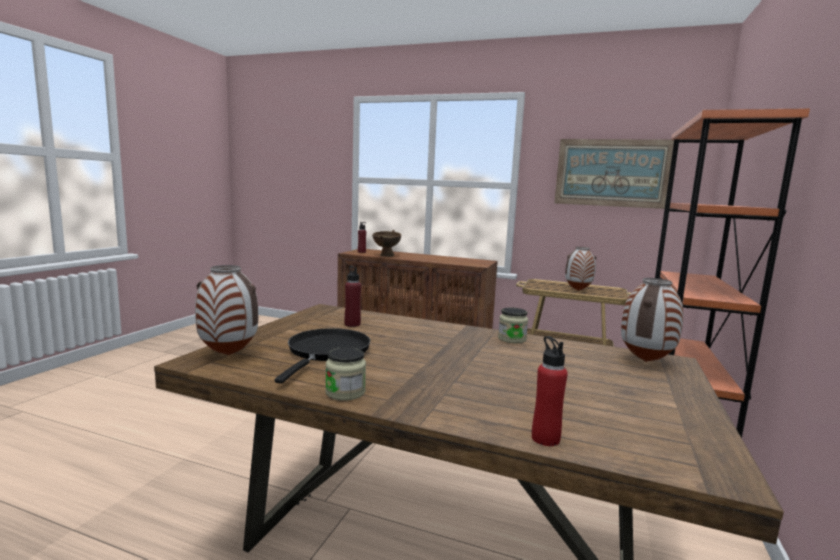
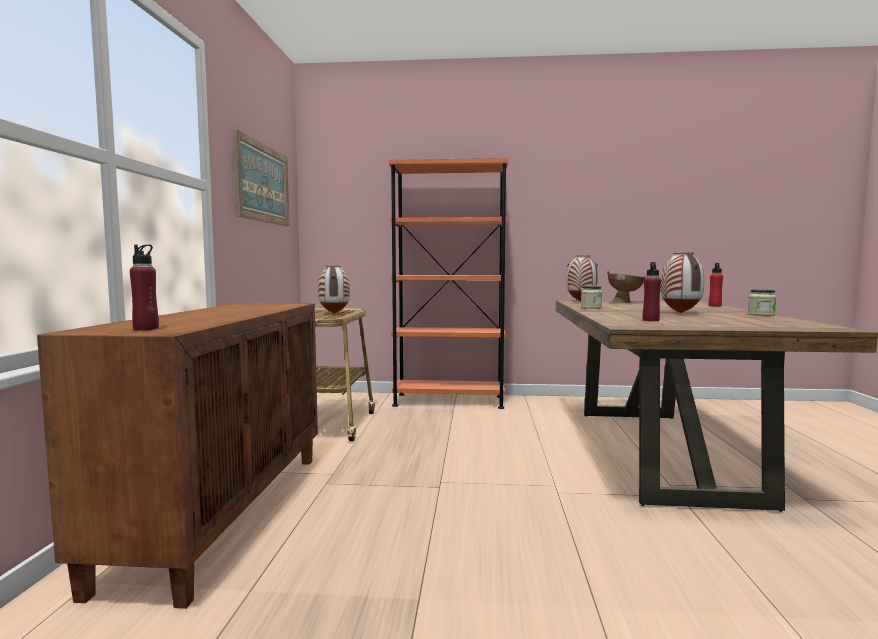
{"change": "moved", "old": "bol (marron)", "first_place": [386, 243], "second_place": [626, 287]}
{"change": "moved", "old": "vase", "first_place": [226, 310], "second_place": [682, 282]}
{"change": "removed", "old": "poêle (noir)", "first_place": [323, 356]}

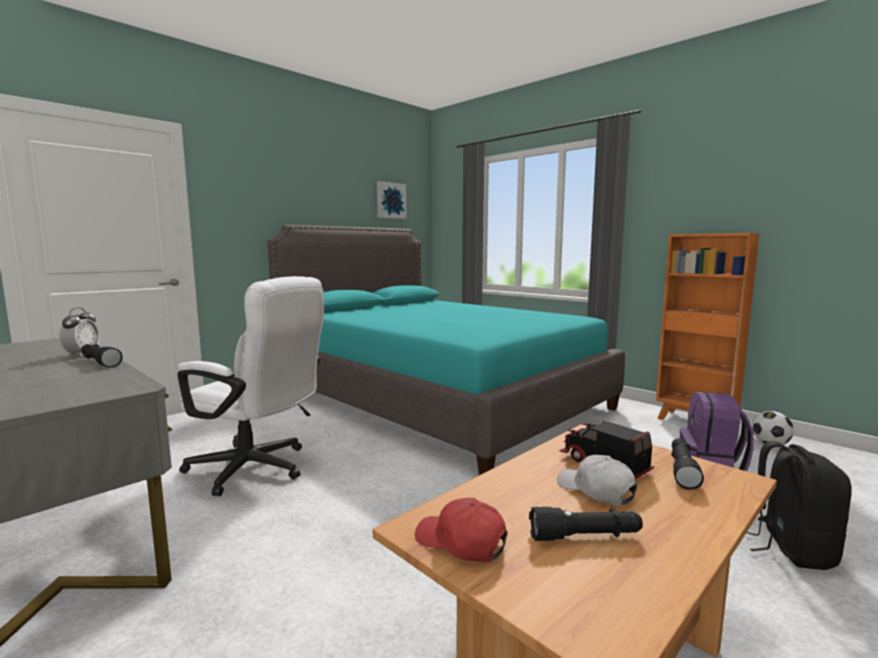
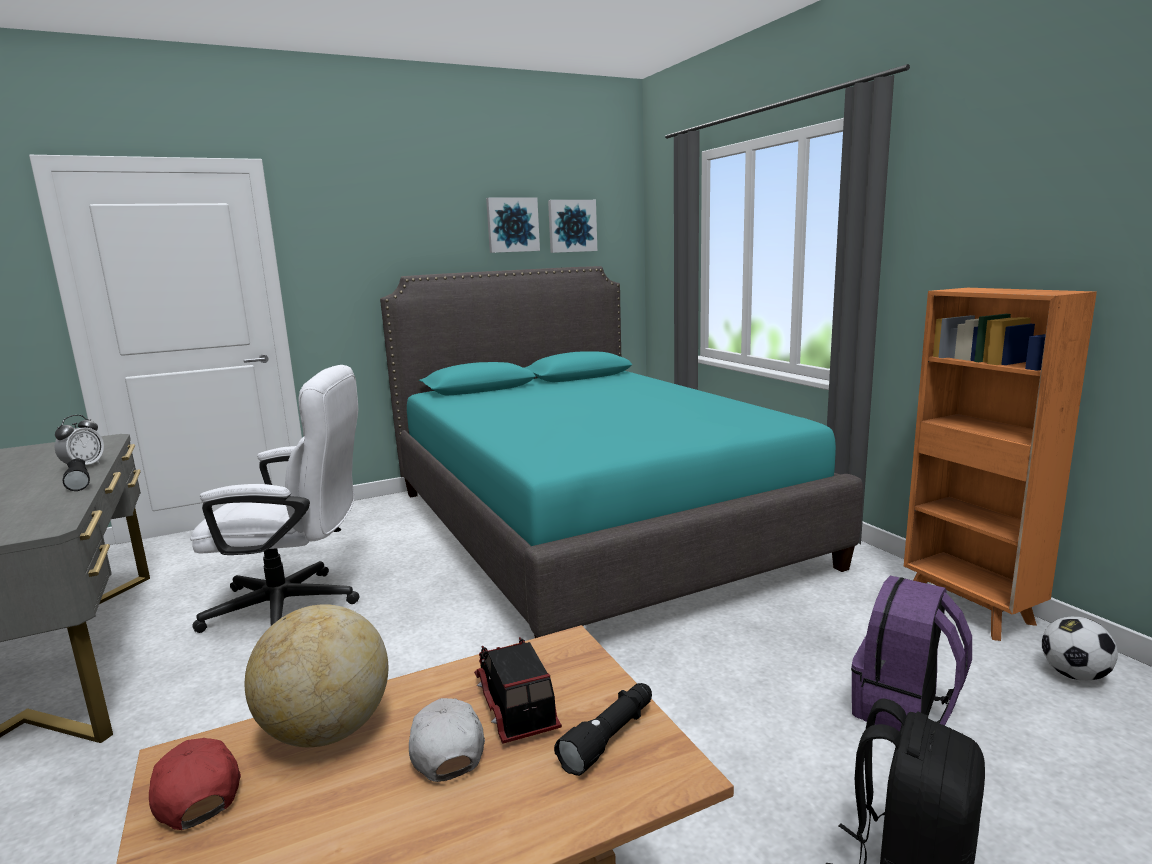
{"change": "turned", "old": "chaise de bureau (blanc)", "first_place": [250, 386], "second_place": [275, 499], "degrees": -45}
{"change": "removed", "old": "lampe de poche (noir)", "first_place": [586, 524]}
{"change": "added", "new": "tableau", "second_place": [513, 225]}
{"change": "added", "new": "globe", "second_place": [316, 675]}

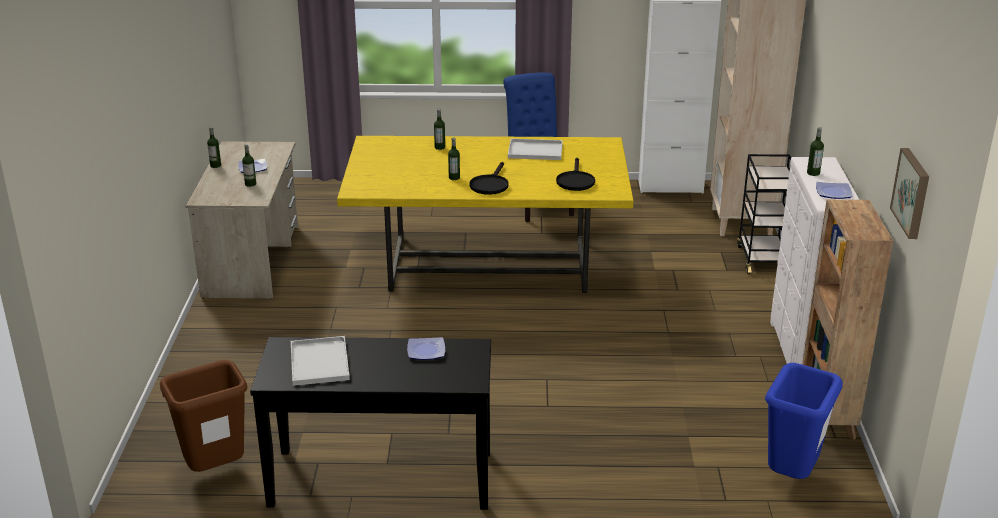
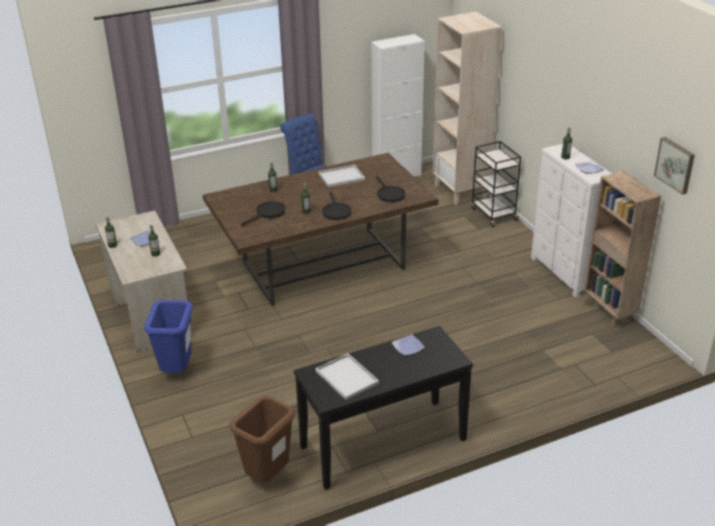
{"change": "recoloured", "old": "table à manger (jaune)", "new": "table à manger (marron)", "first_place": [485, 214], "second_place": [320, 229]}
{"change": "moved", "old": "poubelle (bleu)", "first_place": [804, 421], "second_place": [168, 336]}
{"change": "added", "new": "poêle (noir)", "second_place": [263, 213]}

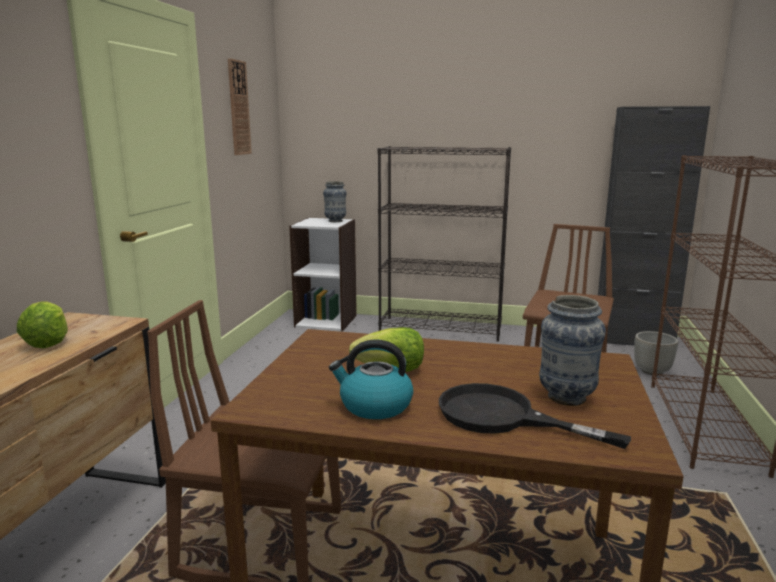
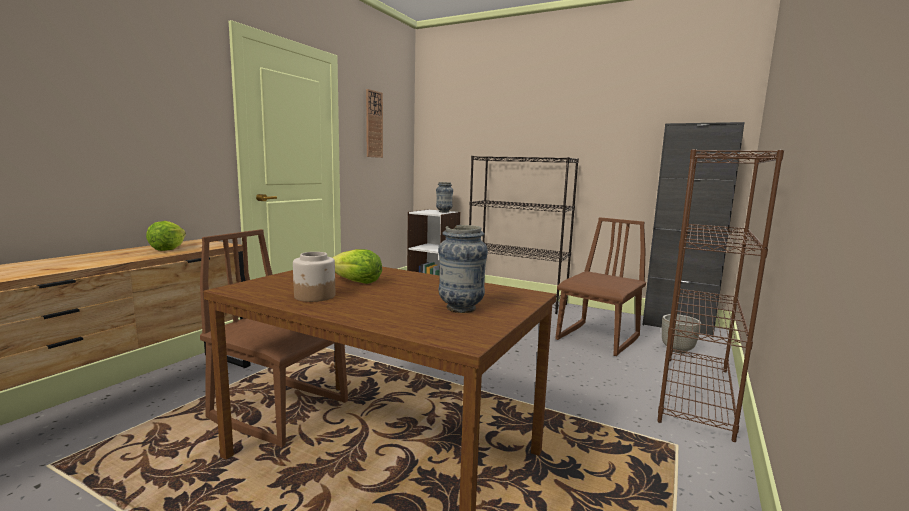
{"change": "replaced", "old": "bouilloire", "new": "bocal", "first_place": [371, 379], "second_place": [314, 277]}
{"change": "removed", "old": "poêle (noir)", "first_place": [535, 416]}

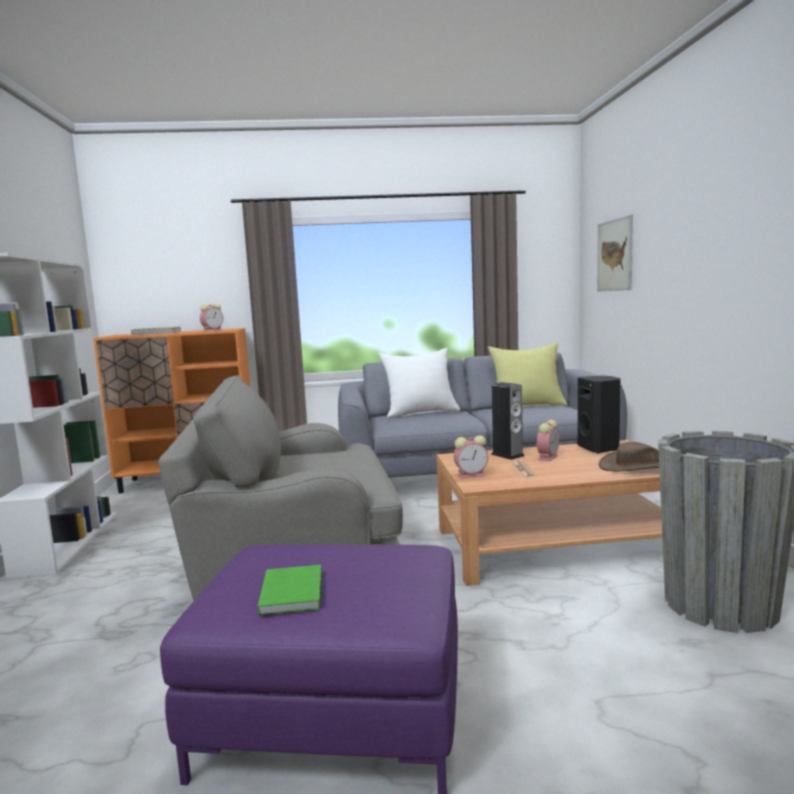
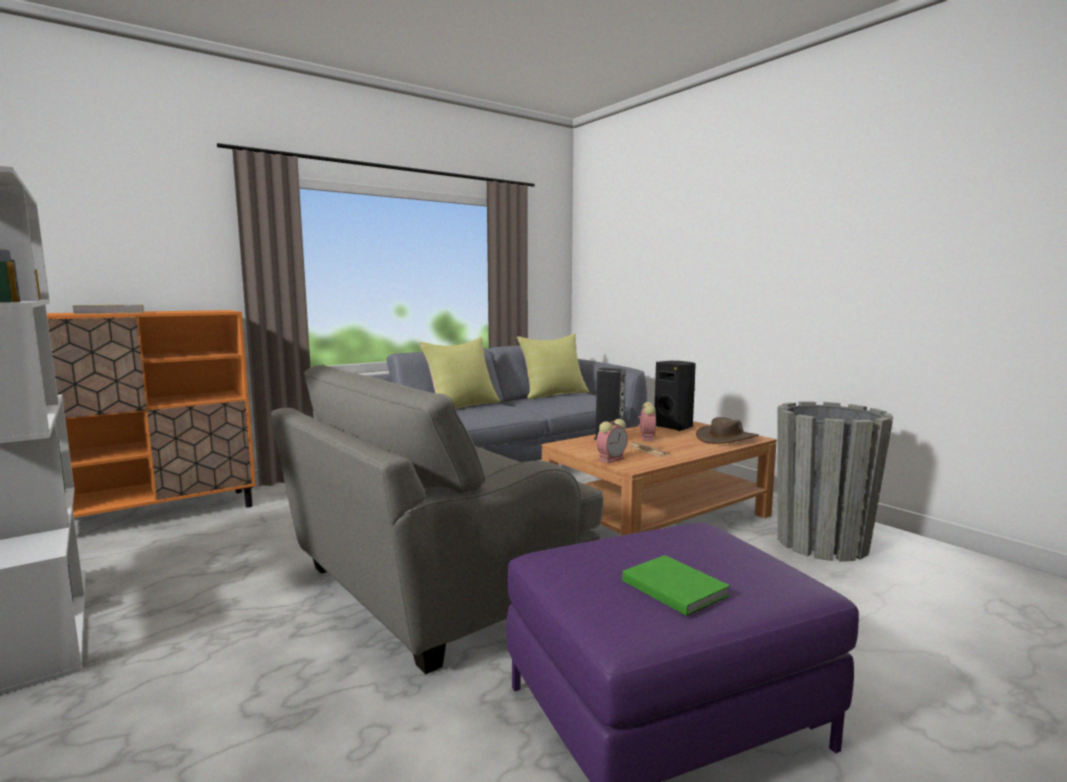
{"change": "removed", "old": "tableau", "first_place": [615, 253]}
{"change": "removed", "old": "réveil", "first_place": [211, 317]}
{"change": "recoloured", "old": "coussin (blanc)", "new": "coussin (jaune)", "first_place": [419, 383], "second_place": [459, 373]}

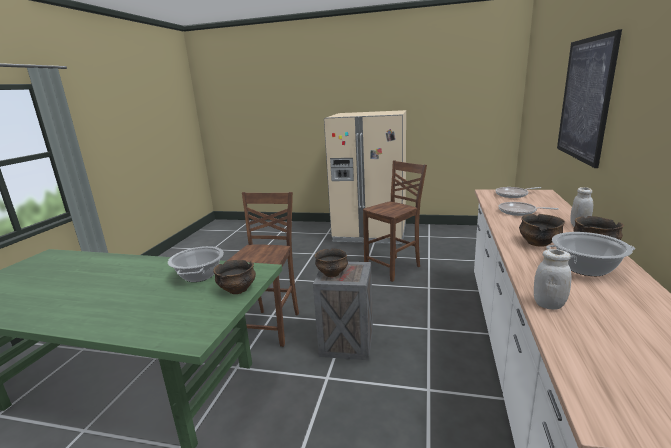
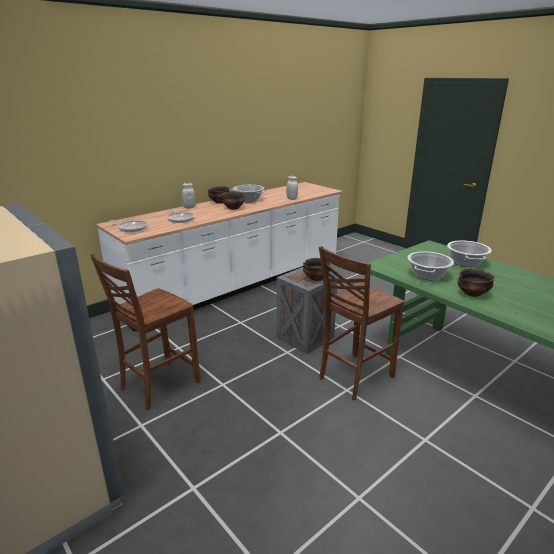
{"change": "removed", "old": "tableau", "first_place": [589, 98]}
{"change": "turned", "old": "chaise (marron)", "first_place": [395, 221], "second_place": [145, 332], "degrees": -45}
{"change": "moved", "old": "bol", "first_place": [234, 277], "second_place": [476, 283]}
{"change": "added", "new": "marmite", "second_place": [469, 253]}

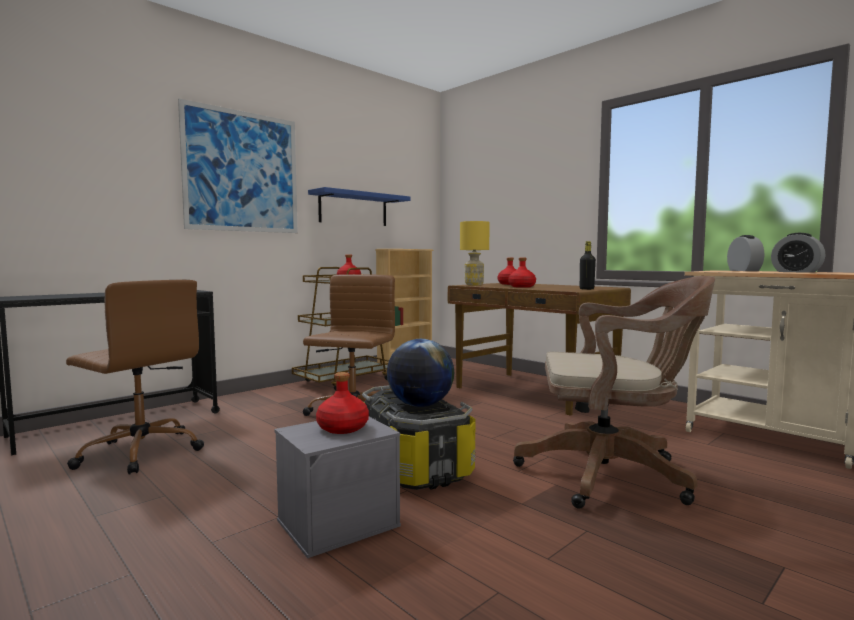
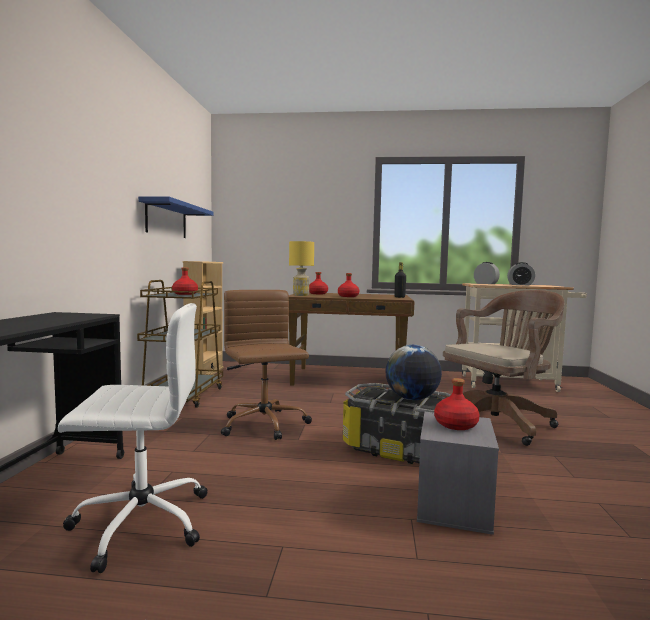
{"change": "removed", "old": "tableau", "first_place": [238, 166]}
{"change": "recoloured", "old": "chaise de bureau (marron)", "new": "chaise de bureau (blanc)", "first_place": [135, 377], "second_place": [132, 438]}

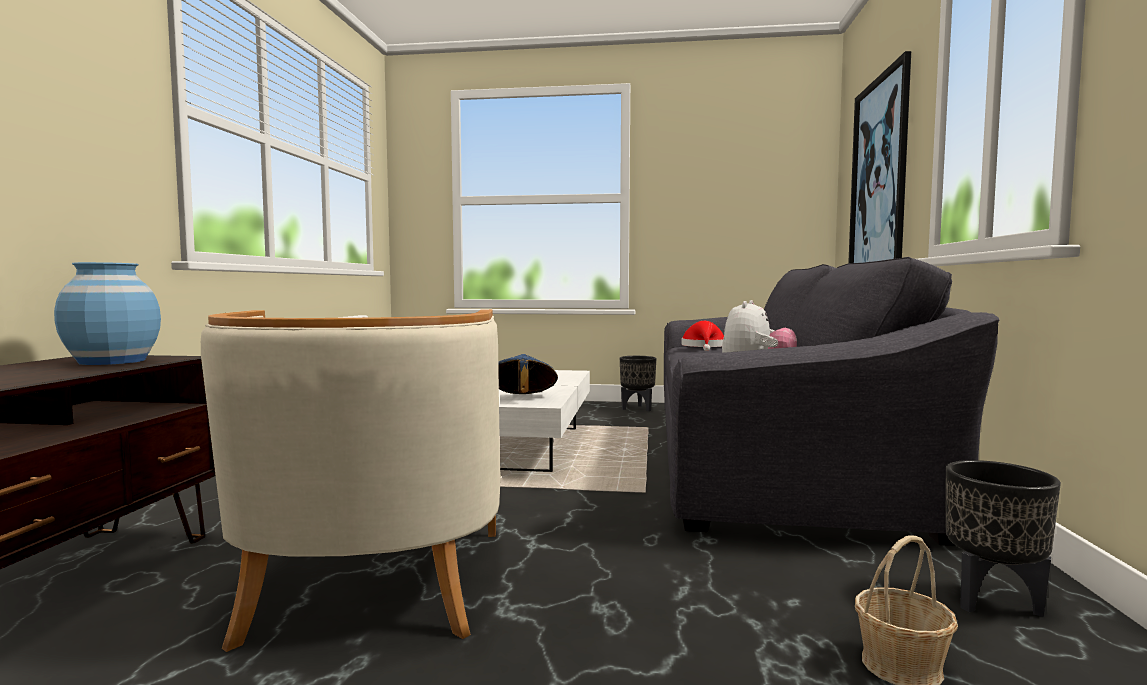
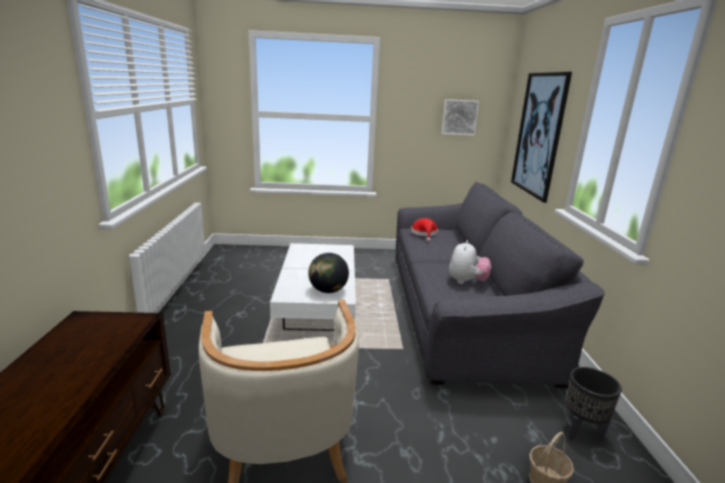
{"change": "removed", "old": "vase (bleu)", "first_place": [107, 313]}
{"change": "replaced", "old": "chapeau (bleu)", "new": "globe", "first_place": [528, 374], "second_place": [328, 273]}
{"change": "removed", "old": "cache-pot (noir)", "first_place": [638, 383]}
{"change": "added", "new": "tableau", "second_place": [460, 117]}

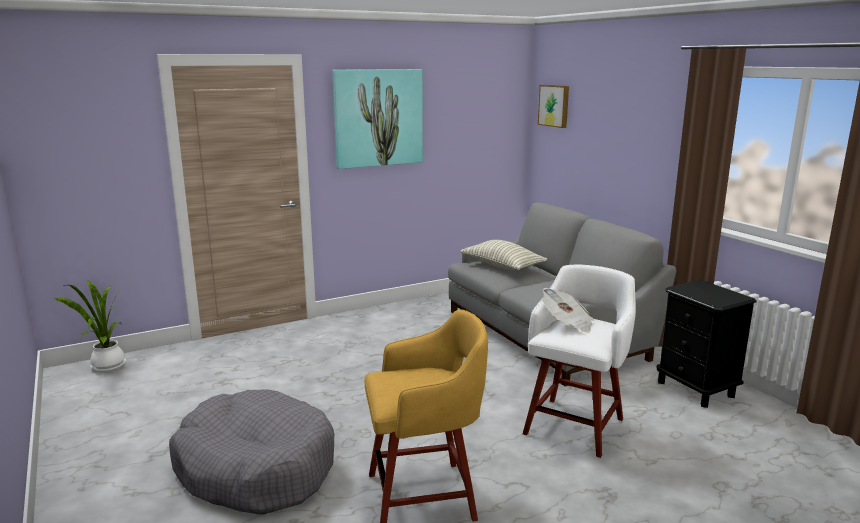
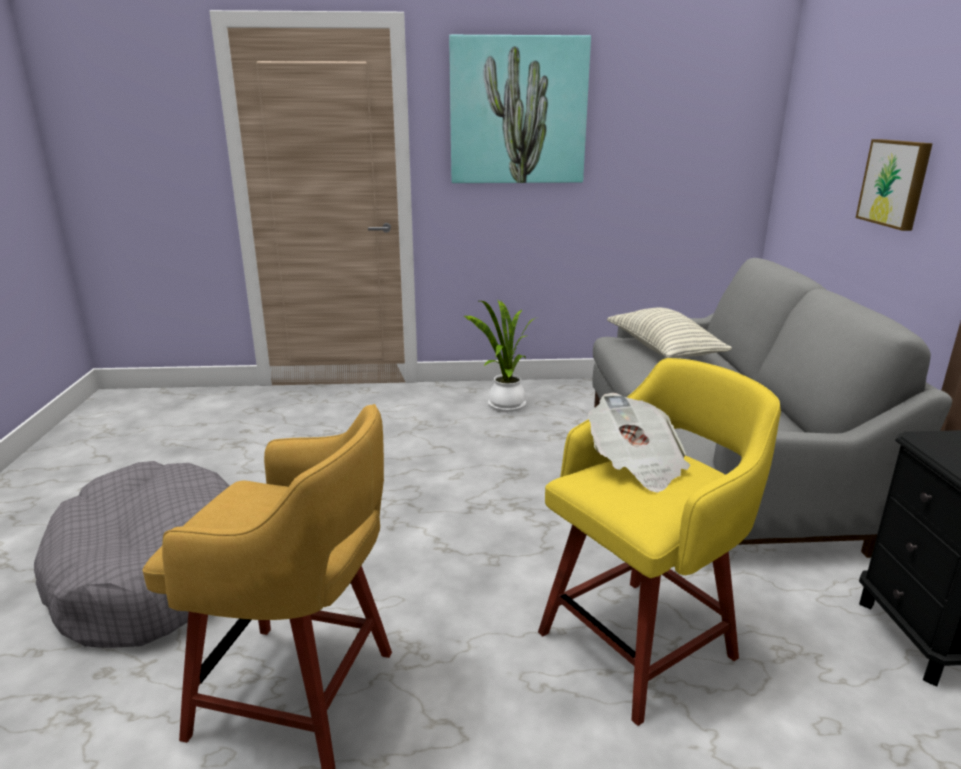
{"change": "moved", "old": "tableau", "first_place": [553, 106], "second_place": [894, 185]}
{"change": "recoloured", "old": "tabouret (blanc)", "new": "tabouret (jaune)", "first_place": [579, 361], "second_place": [659, 542]}
{"change": "moved", "old": "plante en pot", "first_place": [90, 326], "second_place": [499, 355]}

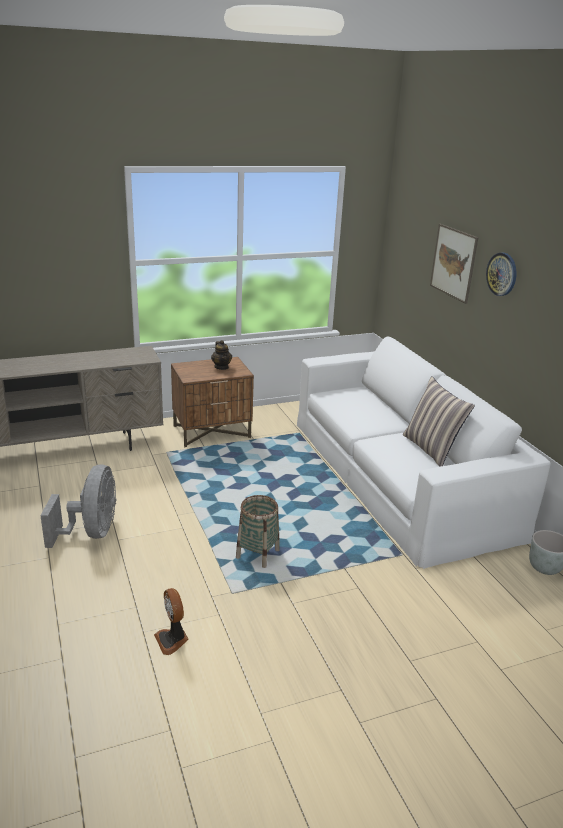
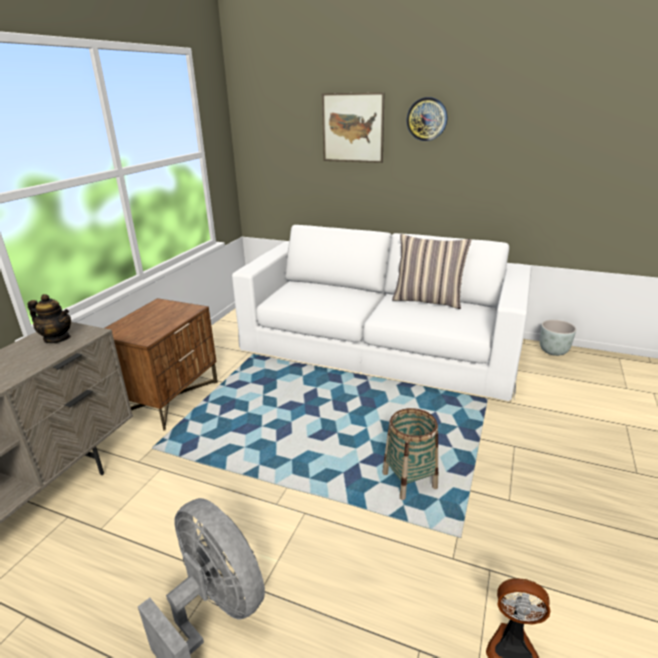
{"change": "moved", "old": "théière", "first_place": [221, 355], "second_place": [49, 318]}

